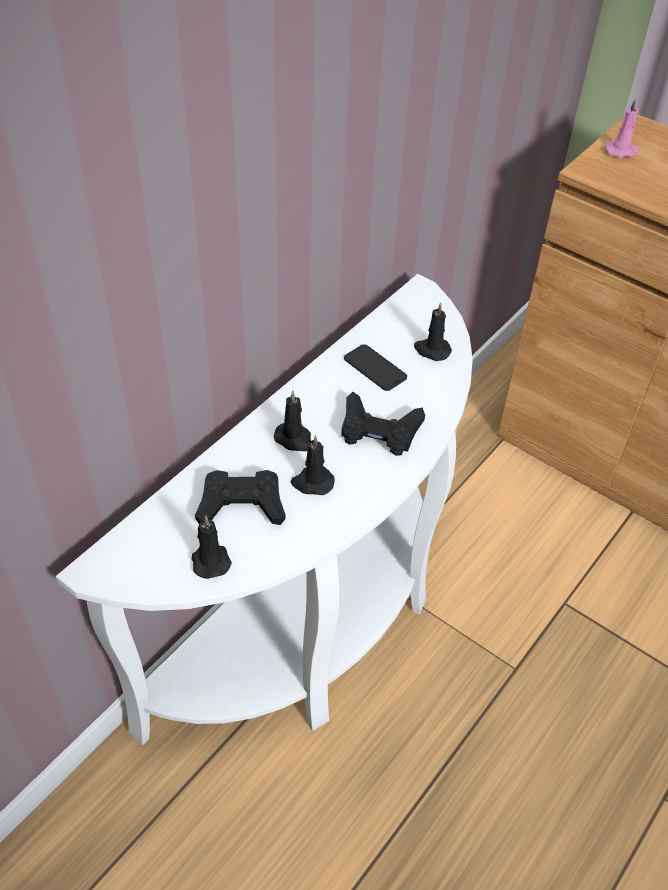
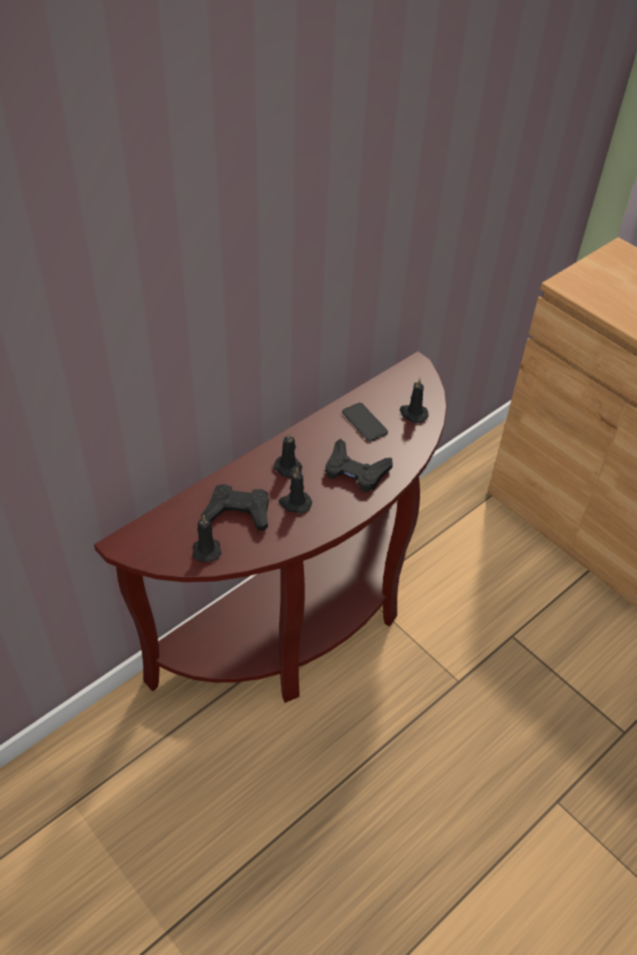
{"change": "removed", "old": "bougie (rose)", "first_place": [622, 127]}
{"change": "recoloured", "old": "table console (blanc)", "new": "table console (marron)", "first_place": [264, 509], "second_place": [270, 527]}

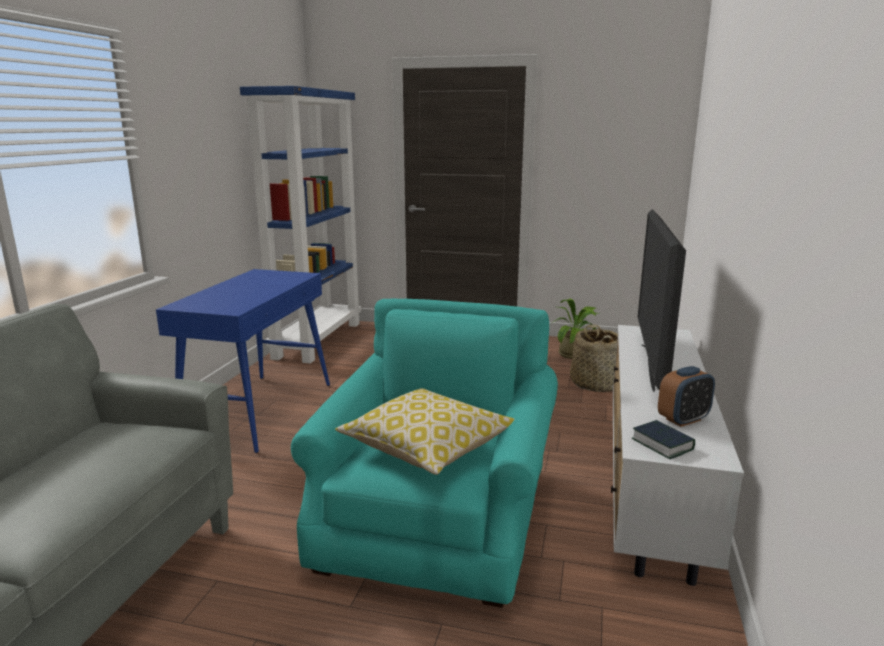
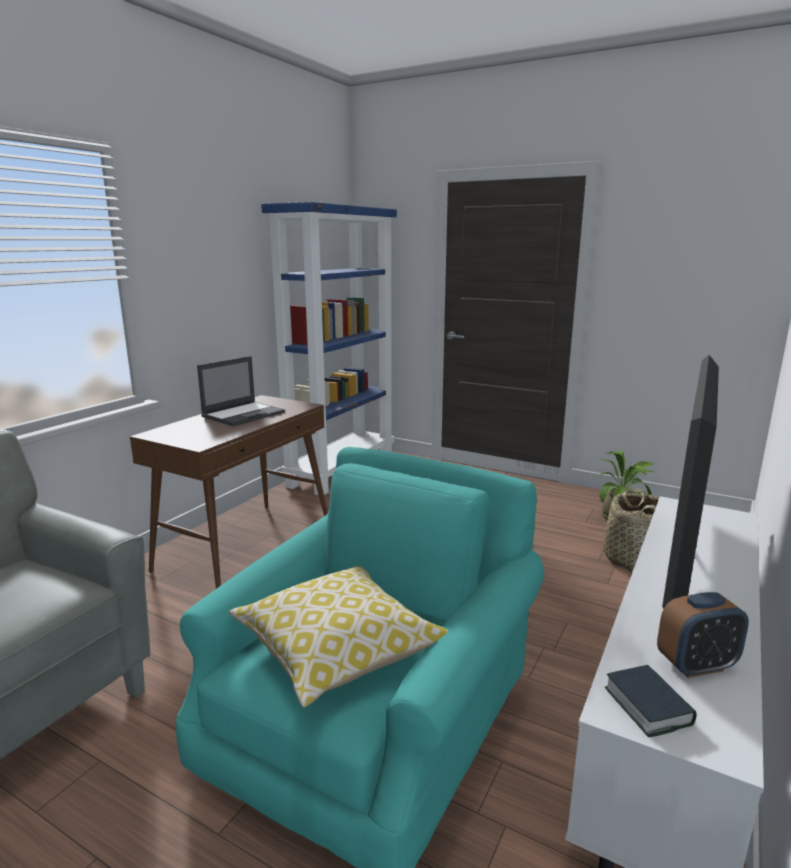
{"change": "recoloured", "old": "table console (bleu)", "new": "table console (marron)", "first_place": [243, 361], "second_place": [229, 492]}
{"change": "added", "new": "ordinateur portable", "second_place": [241, 391]}

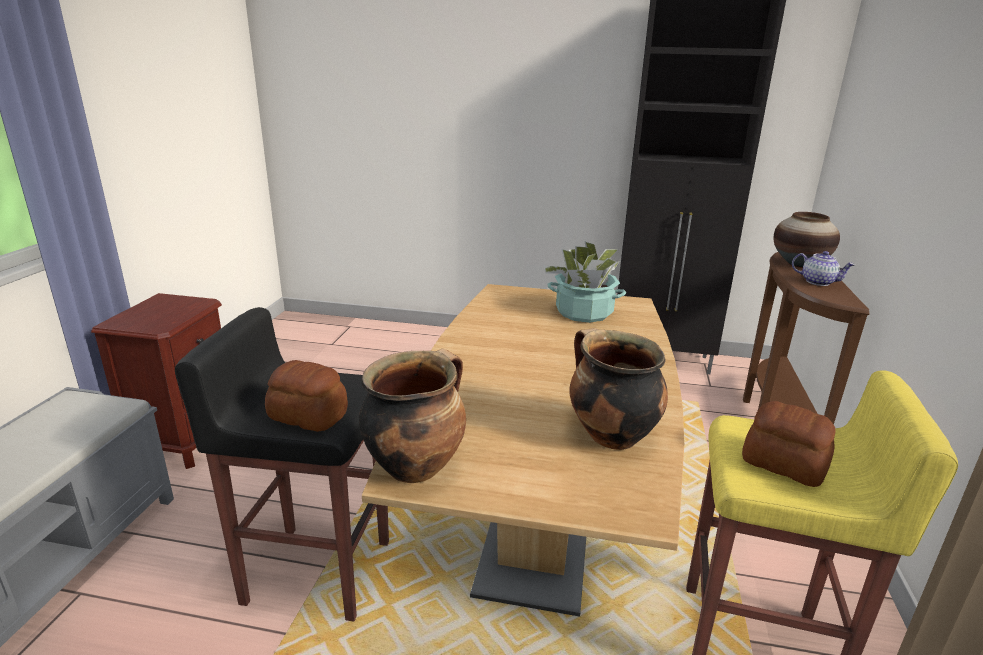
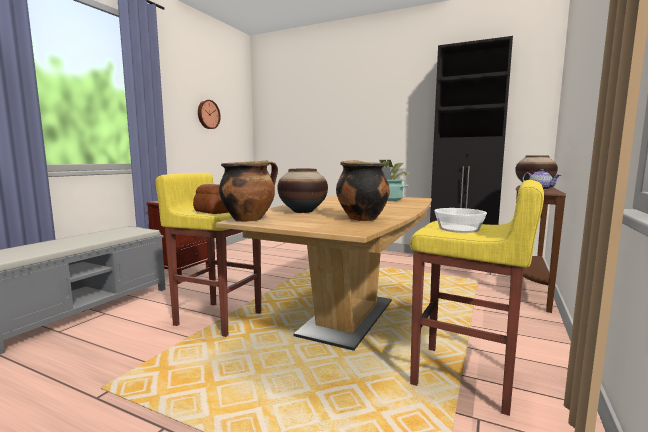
{"change": "recoloured", "old": "tabouret (noir)", "new": "tabouret (jaune)", "first_place": [282, 464], "second_place": [208, 255]}
{"change": "replaced", "old": "pain", "new": "bol", "first_place": [789, 444], "second_place": [460, 220]}
{"change": "added", "new": "horloge murale", "second_place": [209, 114]}
{"change": "added", "new": "vase", "second_place": [302, 191]}

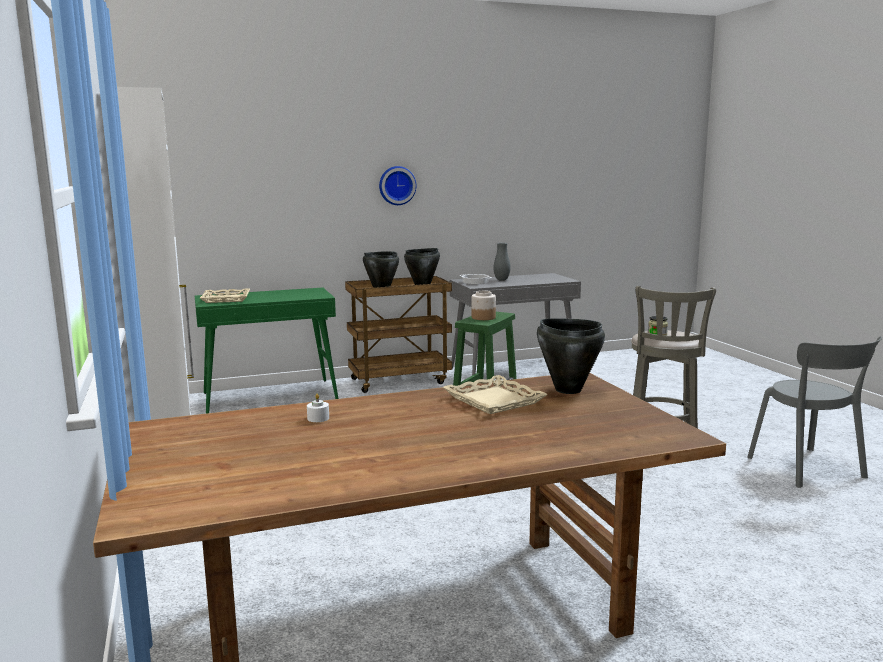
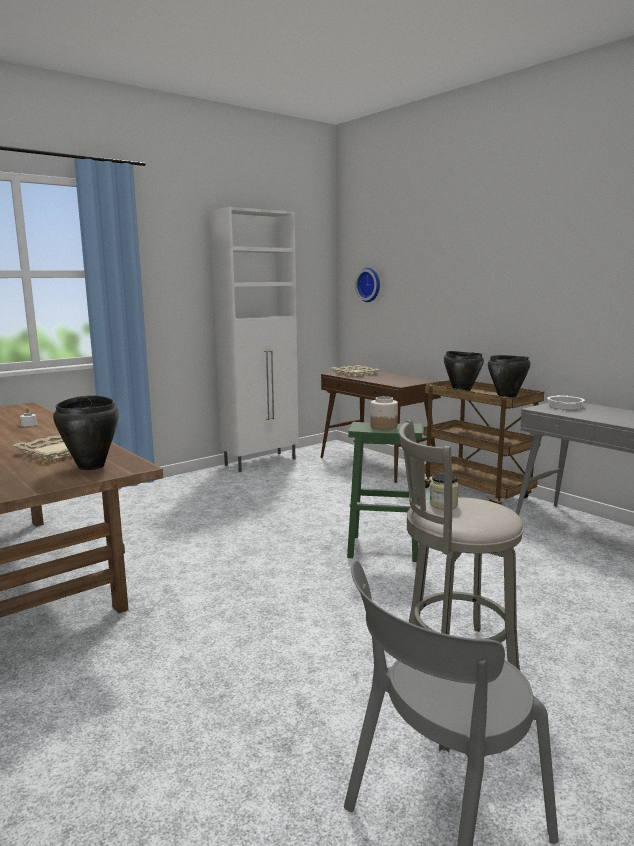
{"change": "moved", "old": "horloge murale", "first_place": [397, 185], "second_place": [367, 284]}
{"change": "removed", "old": "vase (gris)", "first_place": [502, 262]}
{"change": "recoloured", "old": "table console (vert)", "new": "table console (marron)", "first_place": [266, 351], "second_place": [381, 426]}

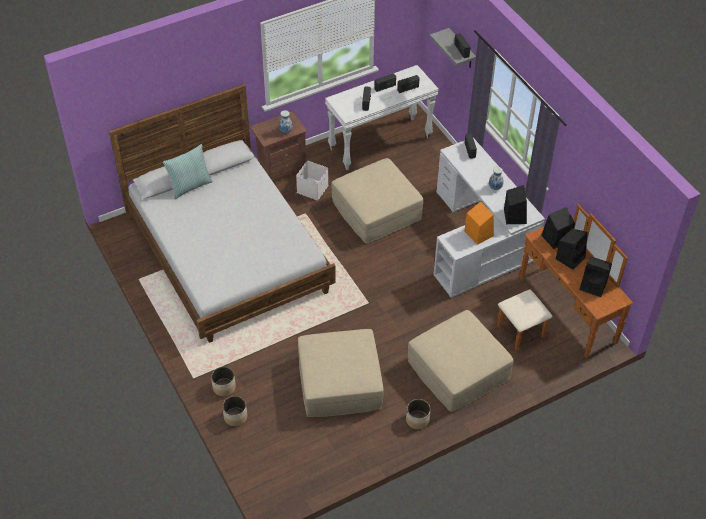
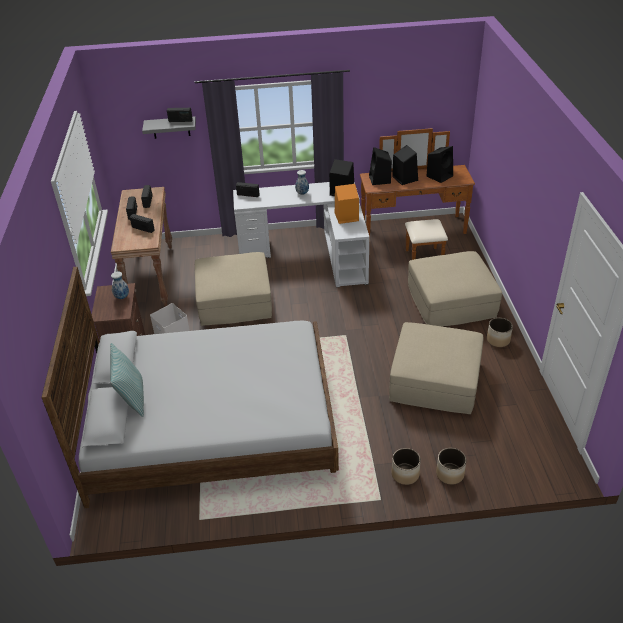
{"change": "recoloured", "old": "table console (blanc)", "new": "table console (marron)", "first_place": [382, 117], "second_place": [141, 247]}

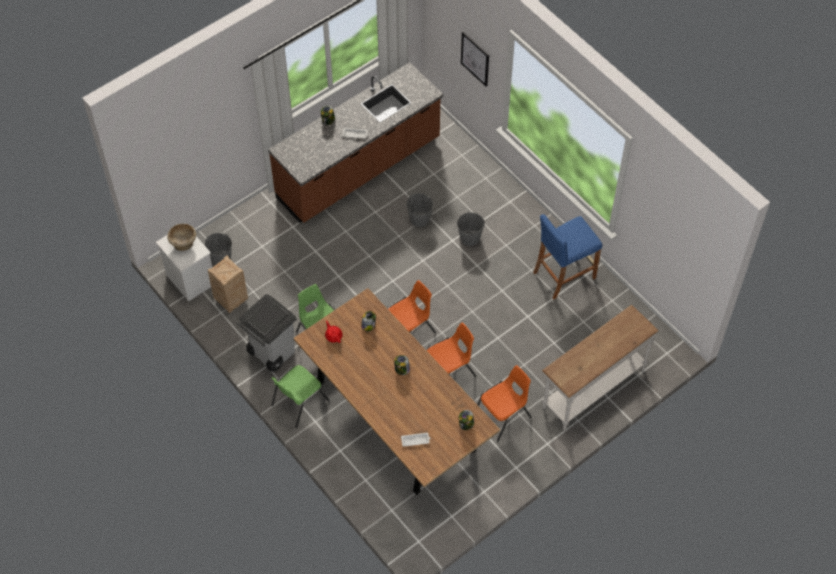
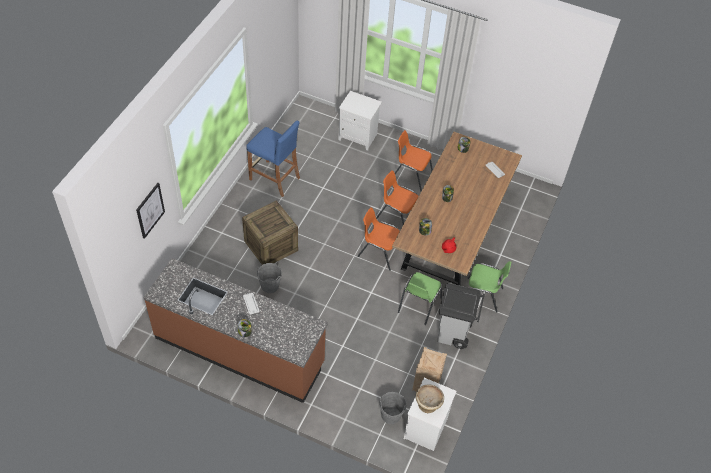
{"change": "replaced", "old": "seau (gris)", "new": "caisse", "first_place": [471, 228], "second_place": [270, 232]}
{"change": "replaced", "old": "table console (blanc)", "new": "table de chevet (blanc)", "first_place": [600, 368], "second_place": [360, 121]}

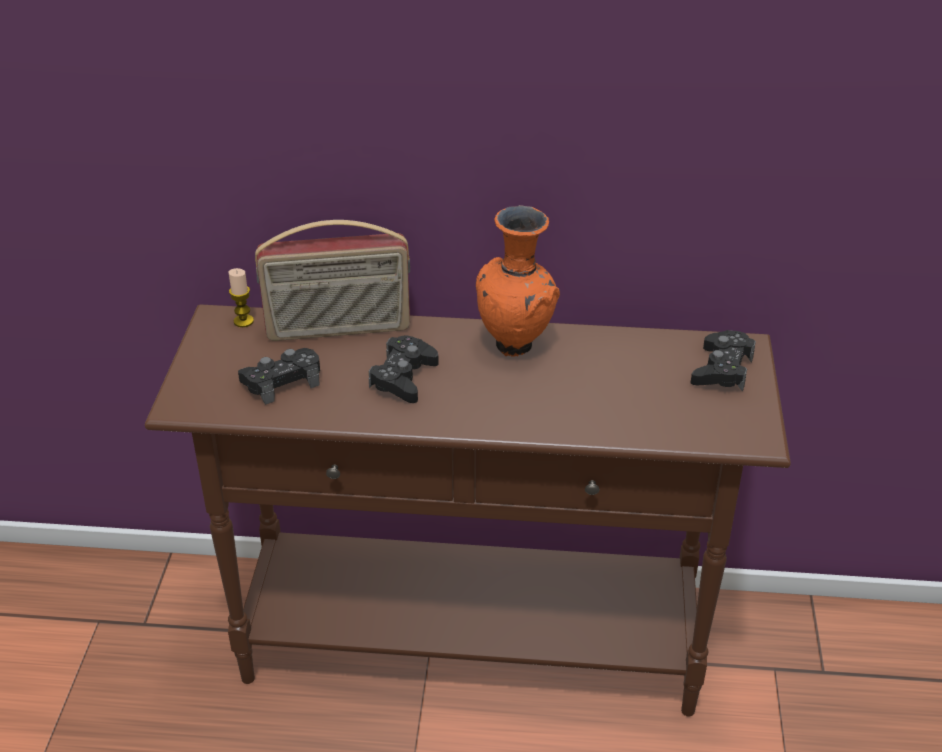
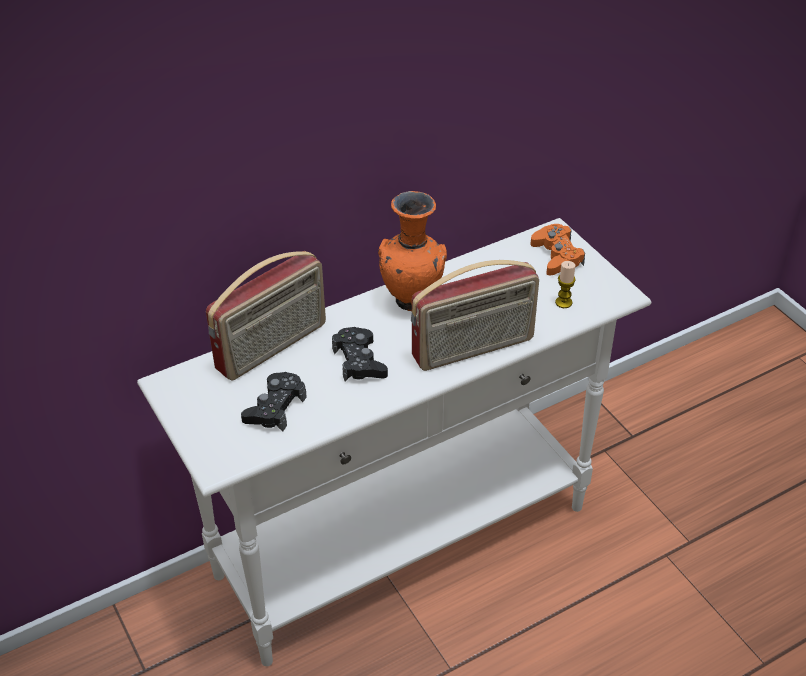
{"change": "moved", "old": "bougie", "first_place": [241, 297], "second_place": [565, 284]}
{"change": "recoloured", "old": "table console (marron)", "new": "table console (blanc)", "first_place": [468, 510], "second_place": [394, 442]}
{"change": "recoloured", "old": "manette (noir)", "new": "manette (orange)", "first_place": [723, 361], "second_place": [558, 249]}
{"change": "added", "new": "radio", "second_place": [475, 315]}

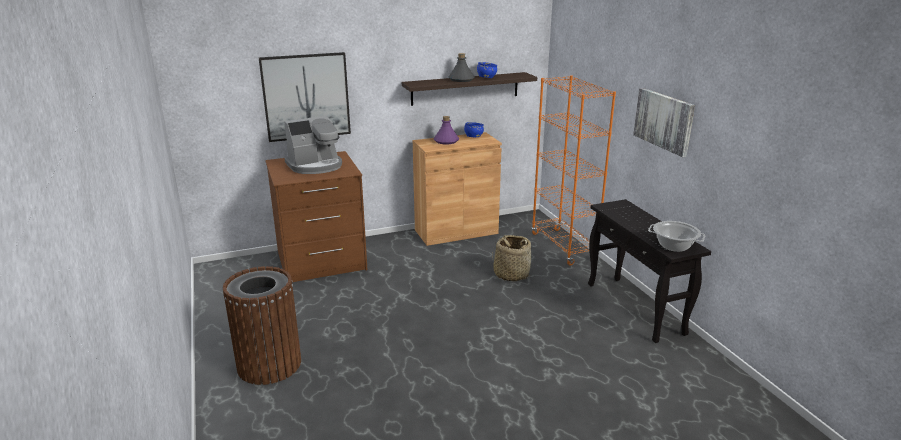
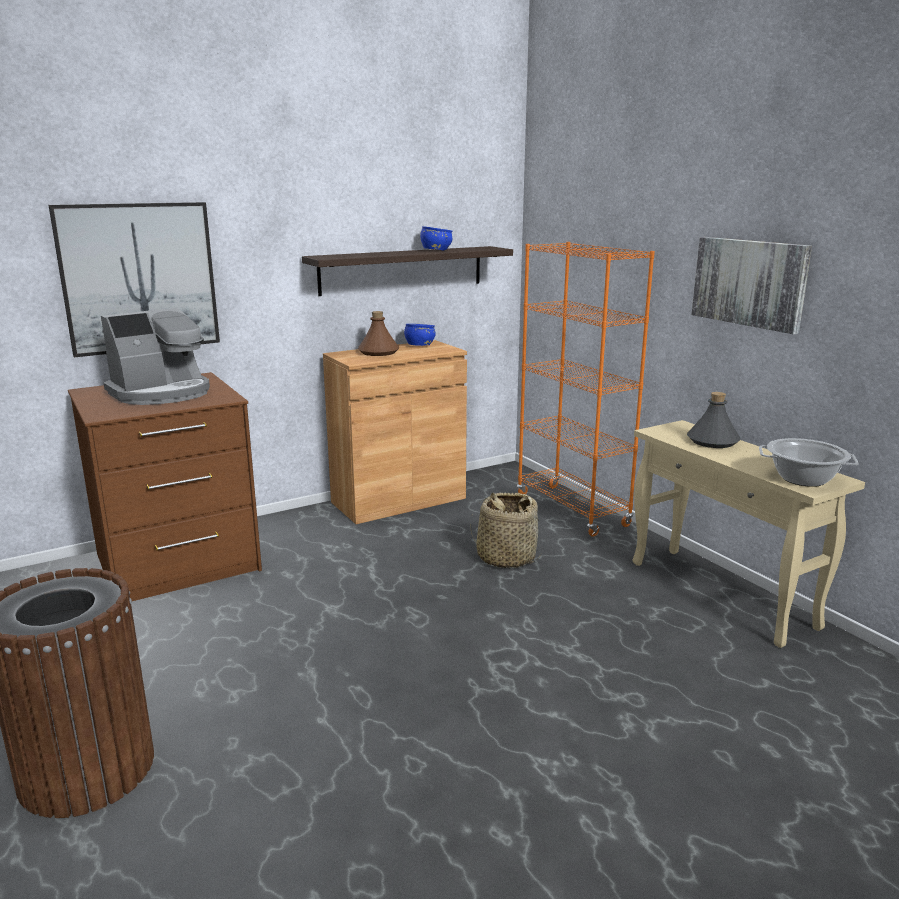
{"change": "moved", "old": "bouteille (gris)", "first_place": [461, 67], "second_place": [713, 420]}
{"change": "recoloured", "old": "bouteille (violet)", "new": "bouteille (marron)", "first_place": [446, 130], "second_place": [378, 333]}
{"change": "recoloured", "old": "table console (noir)", "new": "table console (beige)", "first_place": [649, 271], "second_place": [749, 534]}

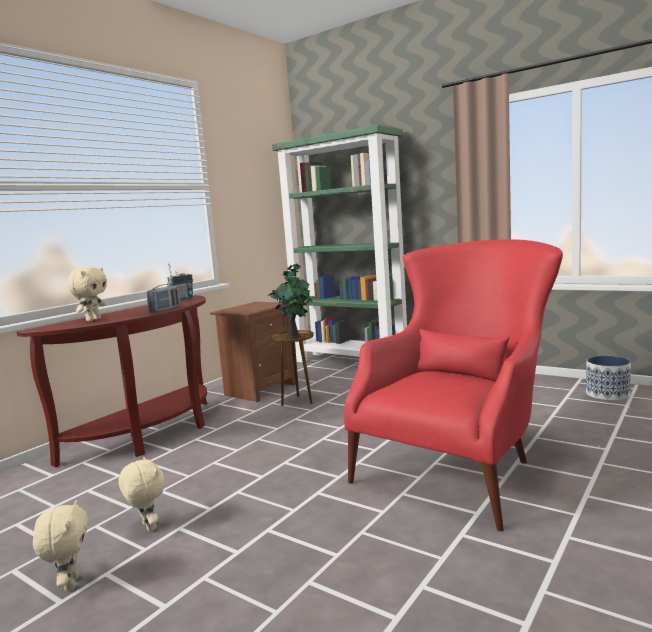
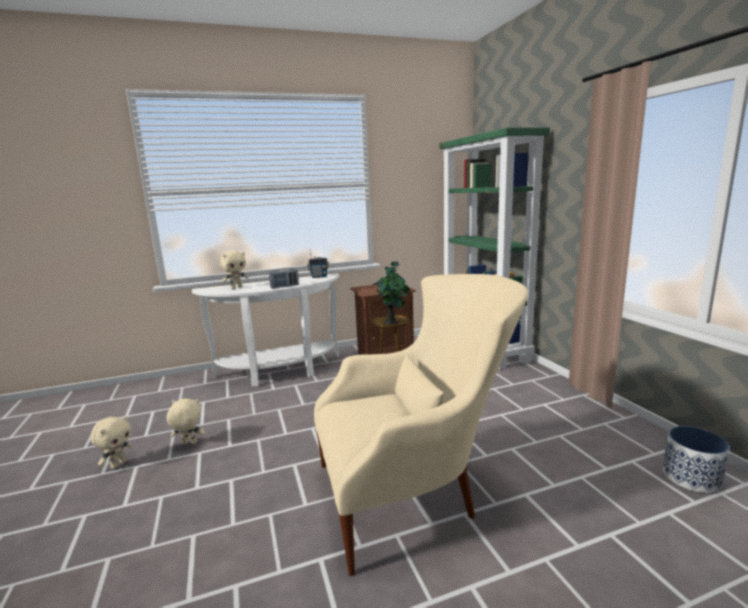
{"change": "recoloured", "old": "fauteuil (rouge)", "new": "fauteuil (beige)", "first_place": [453, 385], "second_place": [421, 425]}
{"change": "recoloured", "old": "table console (marron)", "new": "table console (blanc)", "first_place": [112, 381], "second_place": [265, 330]}
{"change": "turned", "old": "peluche (beige)", "first_place": [141, 494], "second_place": [186, 422], "degrees": -90}

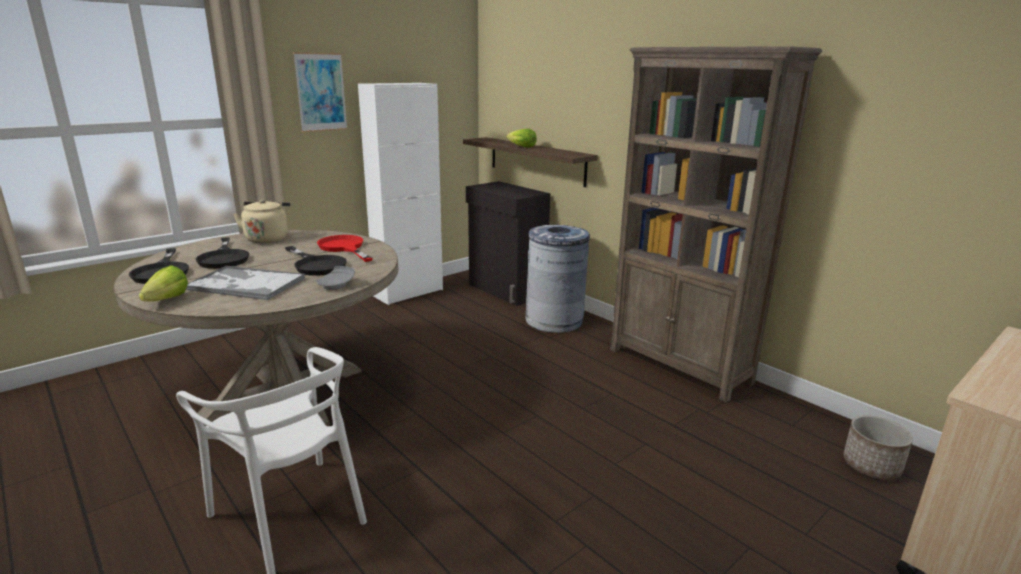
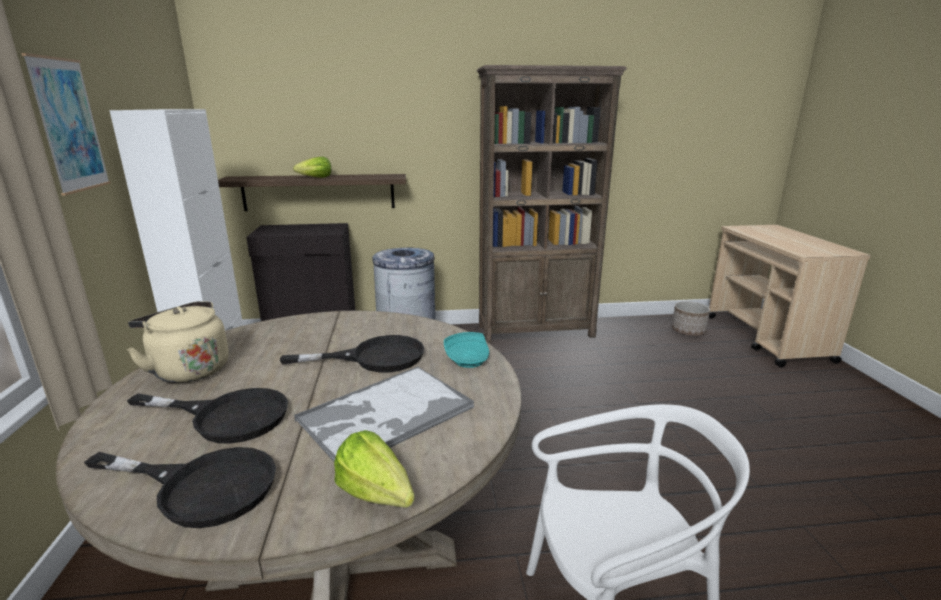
{"change": "removed", "old": "poêle (rouge)", "first_place": [345, 248]}
{"change": "recoloured", "old": "assiette (gris)", "new": "assiette (turquoise)", "first_place": [335, 278], "second_place": [466, 350]}

